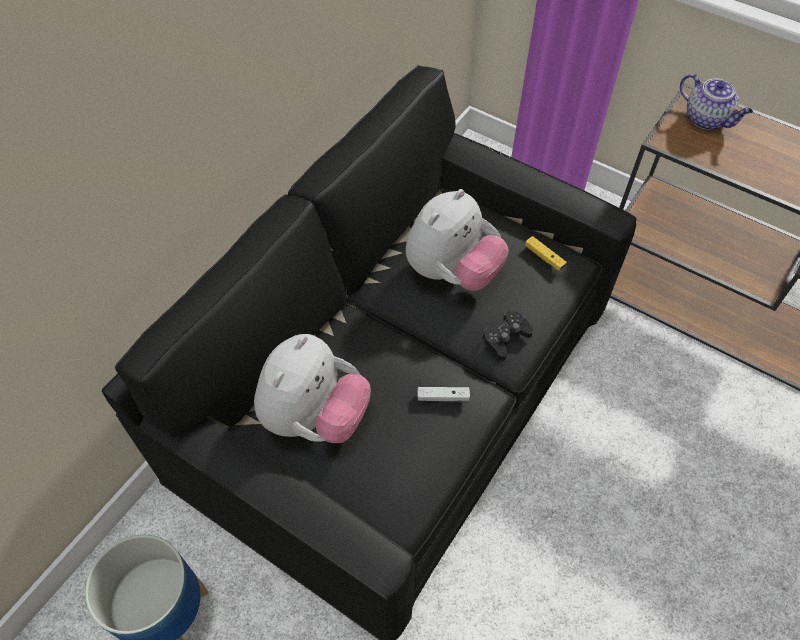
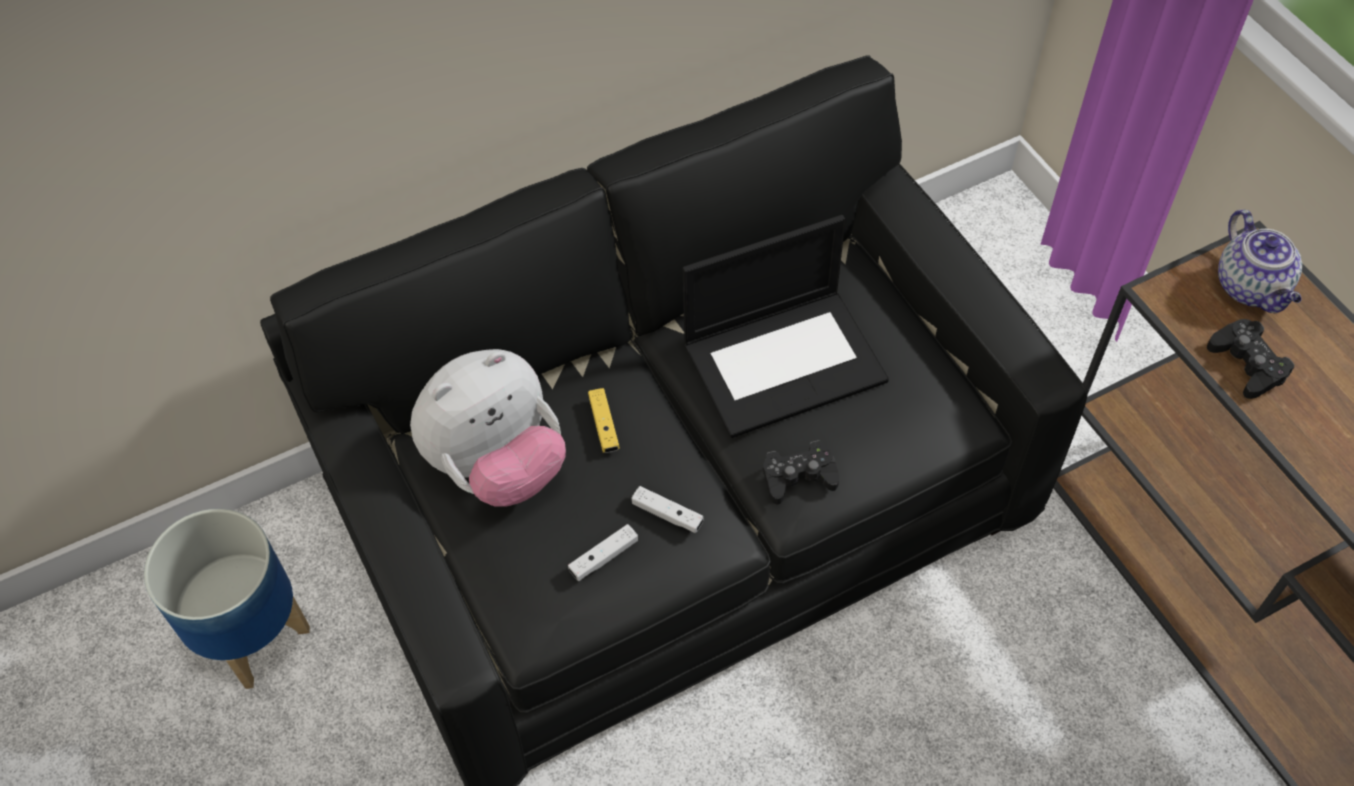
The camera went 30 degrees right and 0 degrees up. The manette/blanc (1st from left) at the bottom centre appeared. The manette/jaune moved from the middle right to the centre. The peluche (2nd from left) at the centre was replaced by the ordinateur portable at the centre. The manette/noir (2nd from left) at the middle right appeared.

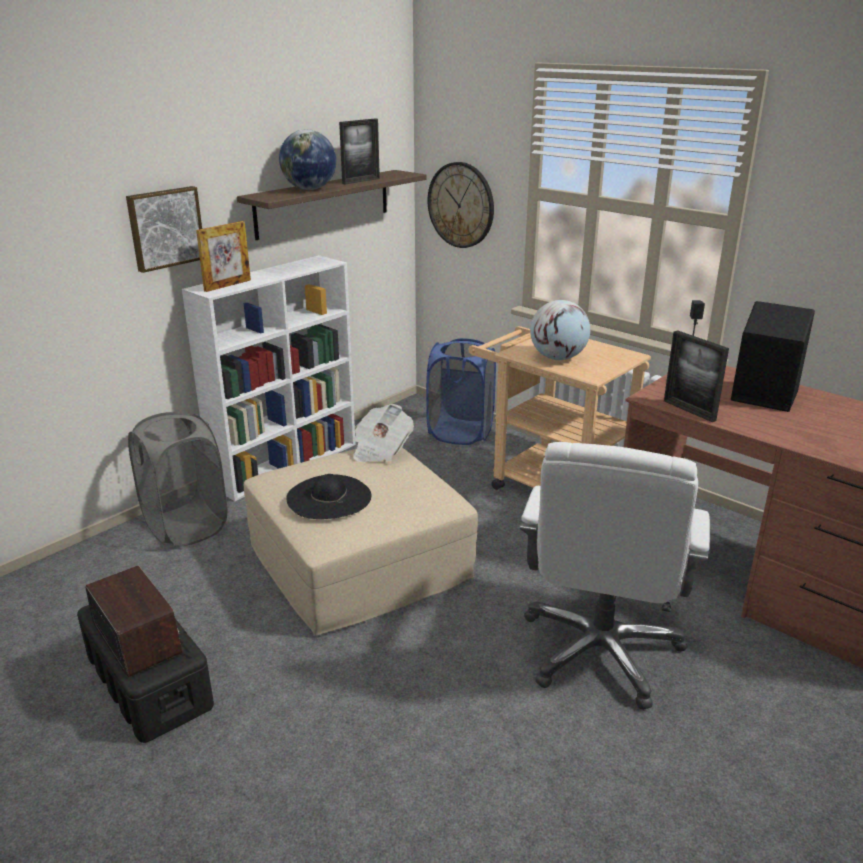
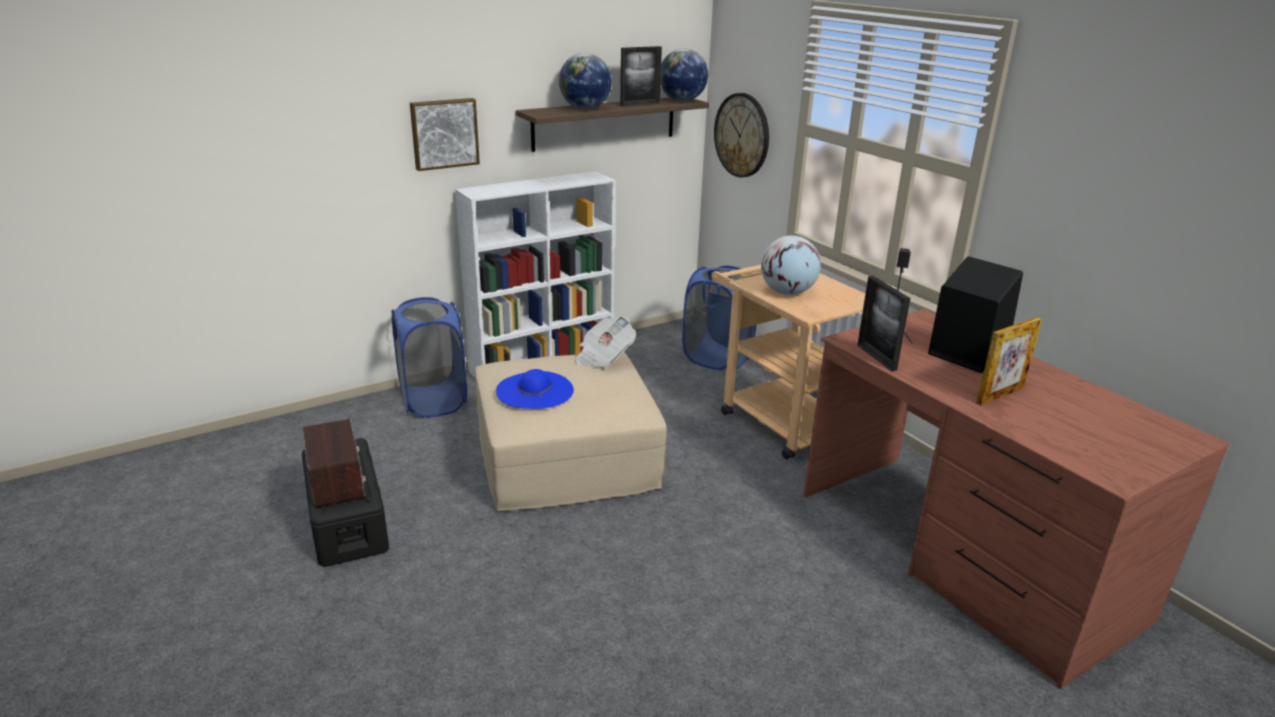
The camera went 15 degrees right and 0 degrees up. The panier à linge/gris at the middle left became the panier à linge/bleu (1st from left) at the centre. The chapeau/noir at the centre became the chapeau/bleu at the centre. The globe (2nd from left) at the top centre appeared. The cadre photo (1st from left in the first image) moved from the top left to the middle right. The chaise de bureau/blanc at the bottom right disappeared.

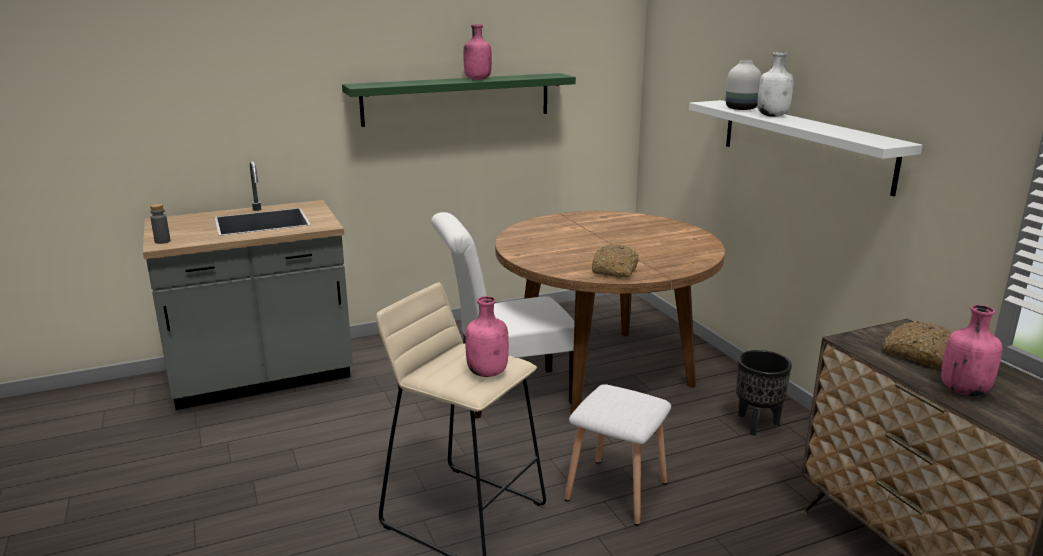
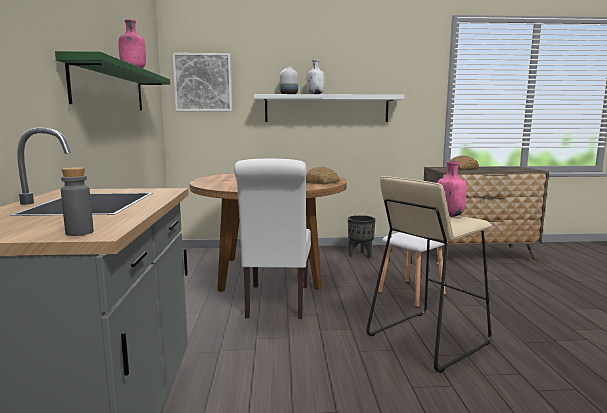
The camera went 70 degrees left and 10 degrees down. The tableau at the top left appeared. The bouteille/rose (3rd from left) at the middle right disappeared.

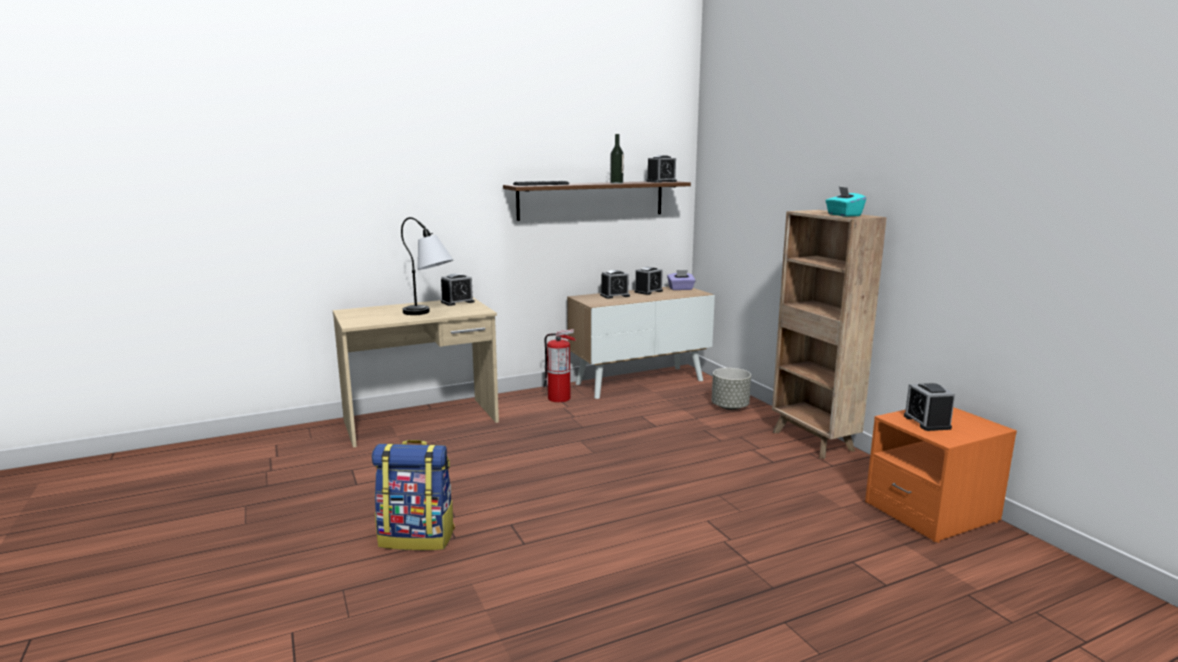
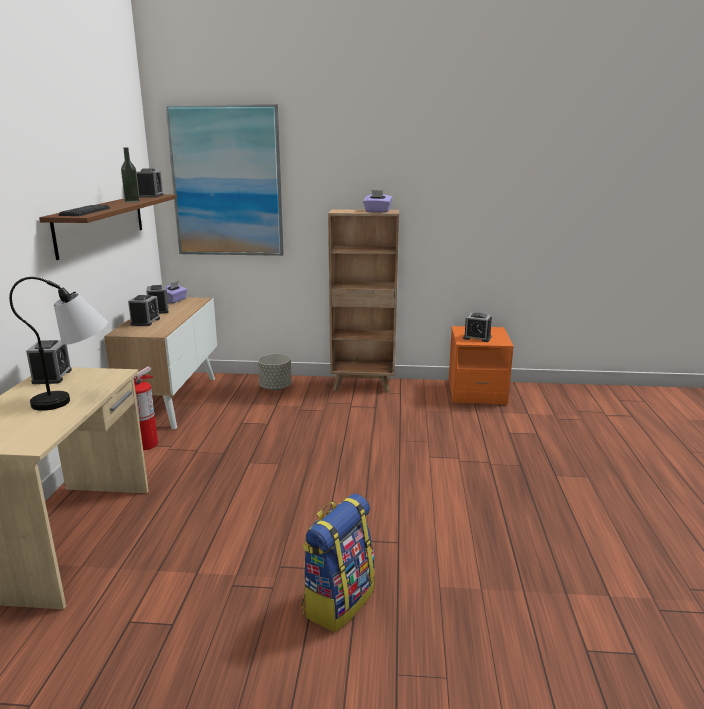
The camera went 60 degrees left and 5 degrees up. The tableau at the top left appeared. The boîte à mouchoirs/turquoise at the top right became the boîte à mouchoirs/violet (2nd from left) at the top centre.

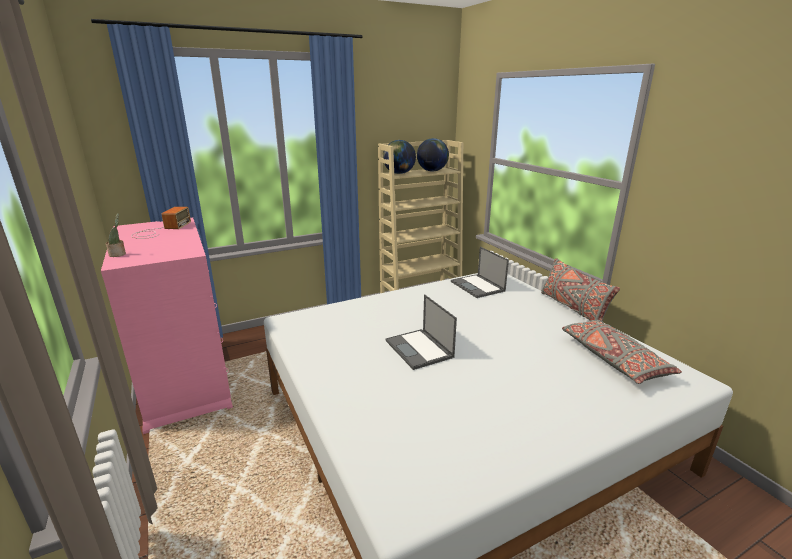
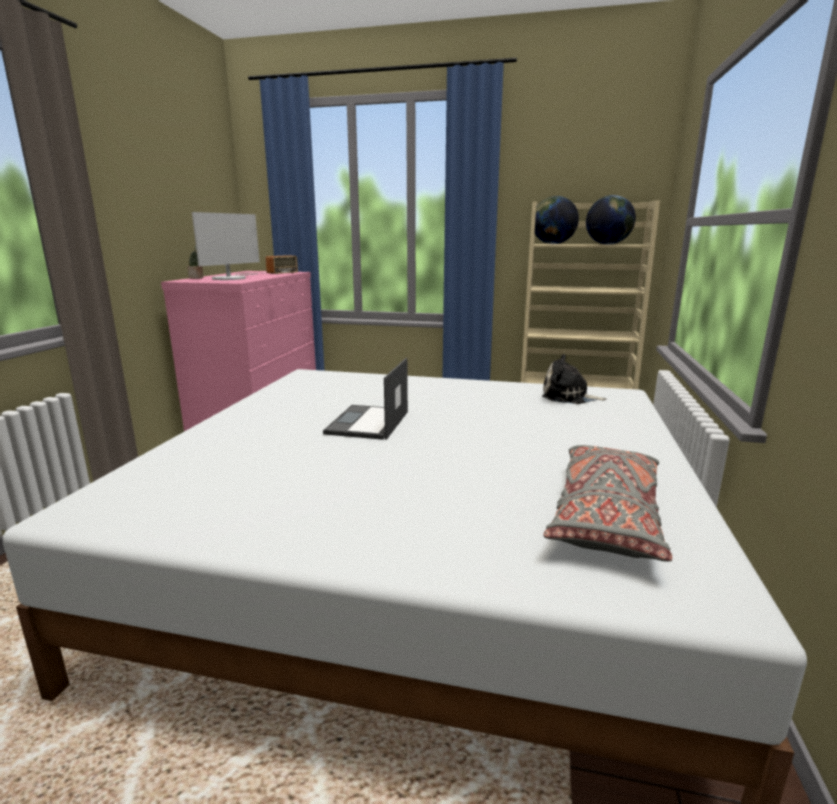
The camera went 40 degrees right and 5 degrees down. The écran d'ordinateur at the top left appeared. The ordinateur portable (2nd from left) at the centre was replaced by the peluche at the middle right. The coussin/gris (1st from left) at the middle right disappeared.

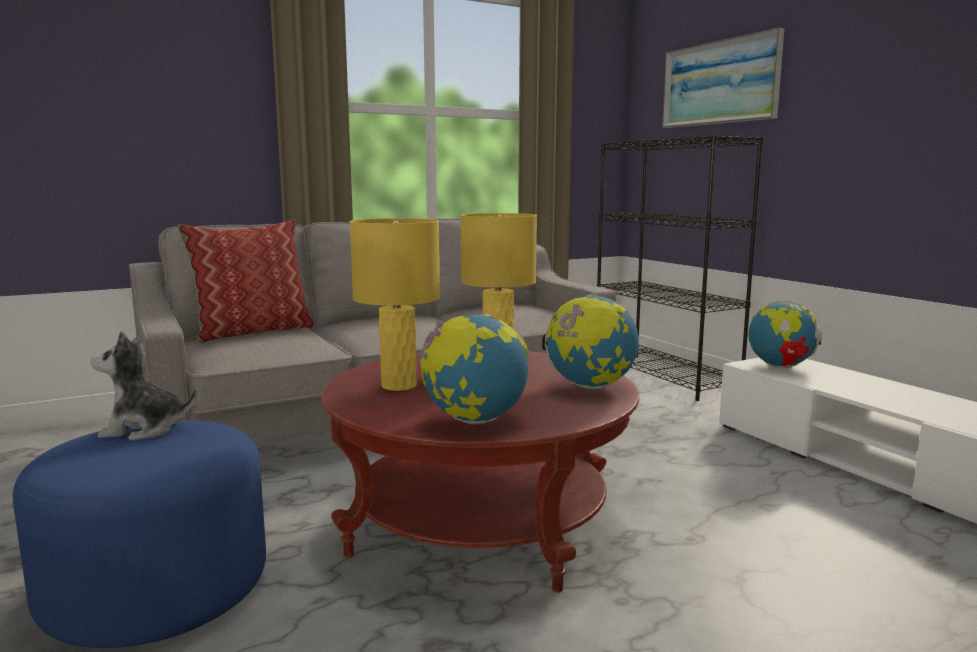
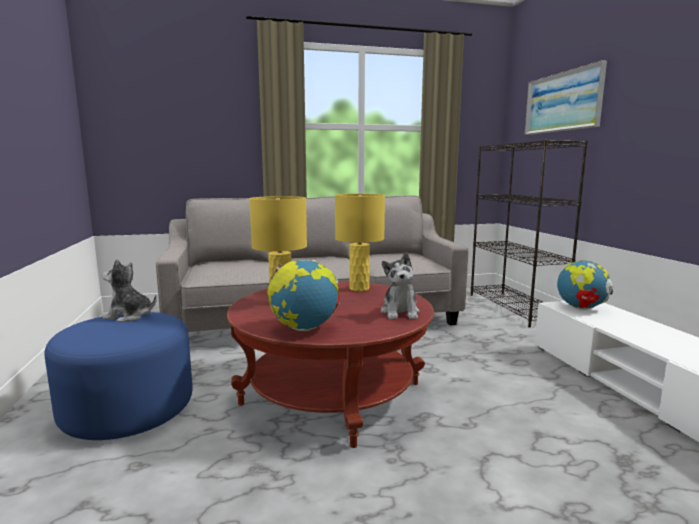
The camera went 15 degrees right and 0 degrees up. The globe (2nd from left) at the centre was replaced by the peluche (2nd from left) at the centre. The coussin at the middle left disappeared.

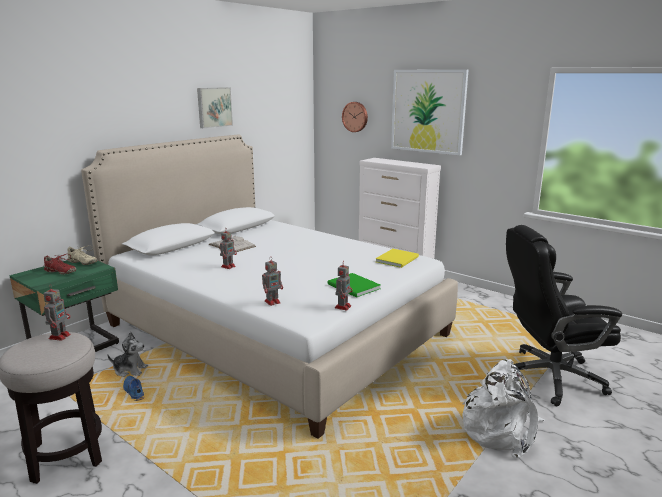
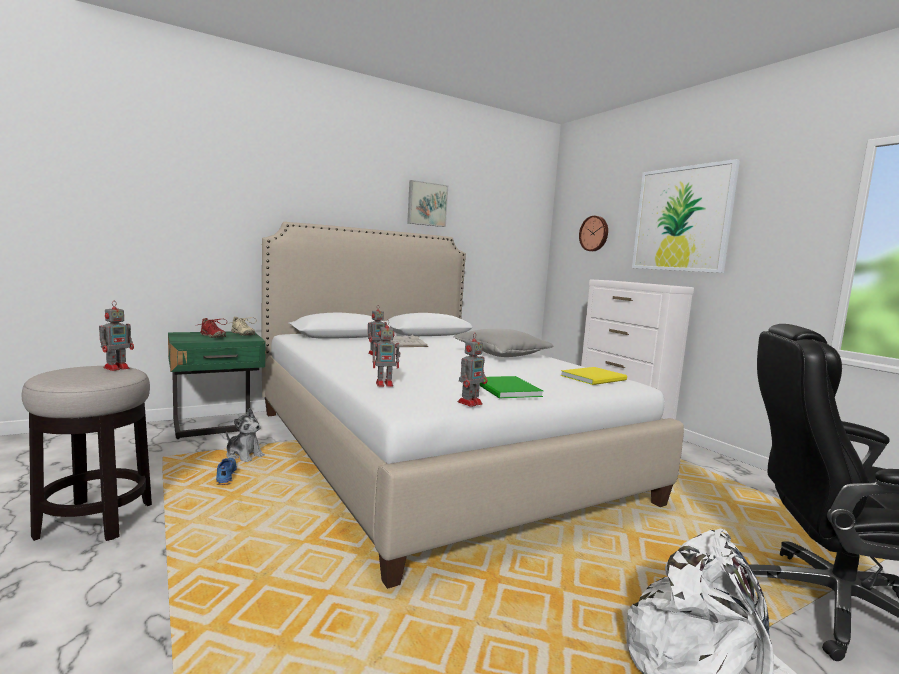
The camera went 20 degrees right and 10 degrees down. The coussin/gris at the centre appeared.

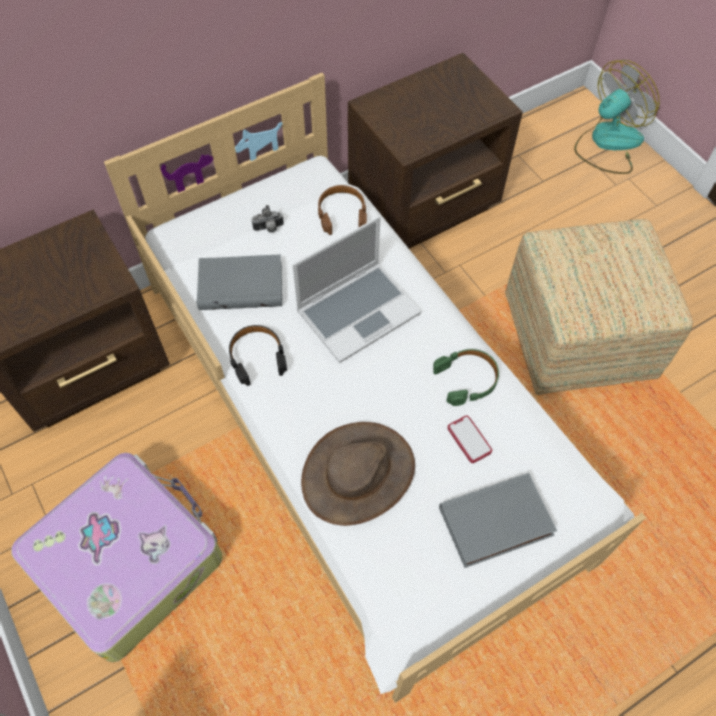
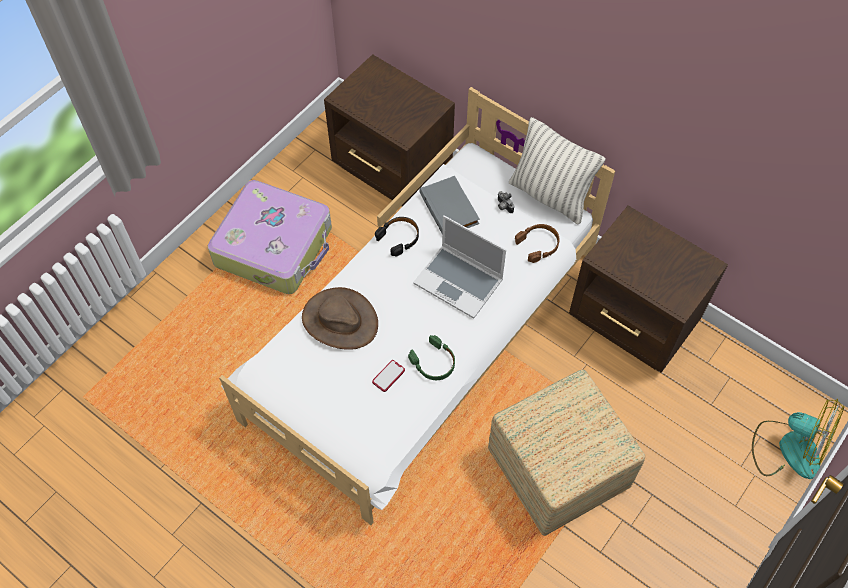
The camera went 70 degrees right and 0 degrees up. The coussin at the top centre appeared. The livre/gris (2nd from left) at the bottom right disappeared.

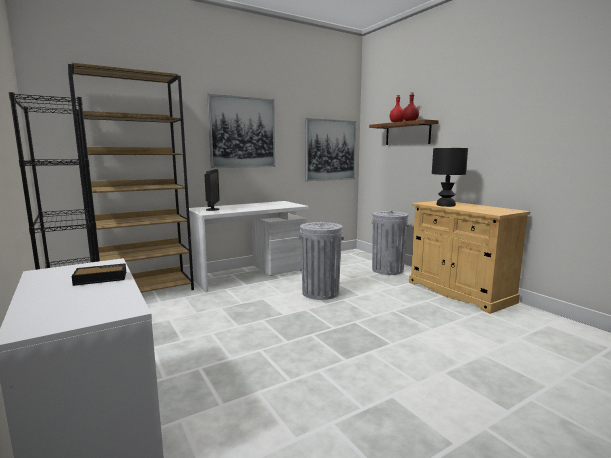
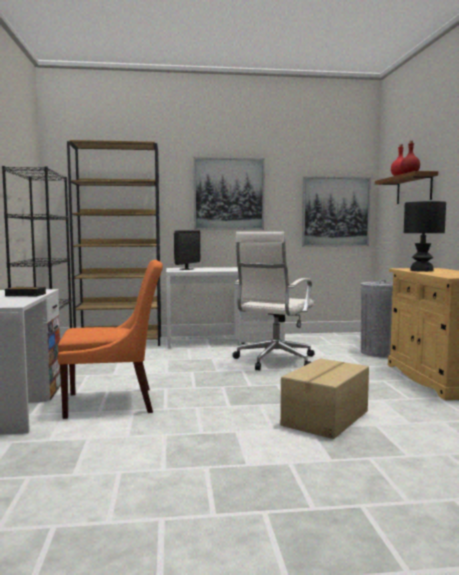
The camera went 25 degrees right and 5 degrees down. The chaise/orange at the middle left appeared. The poubelle/gris (1st from left) at the centre was replaced by the chaise de bureau/blanc at the centre. The carton at the bottom right appeared.

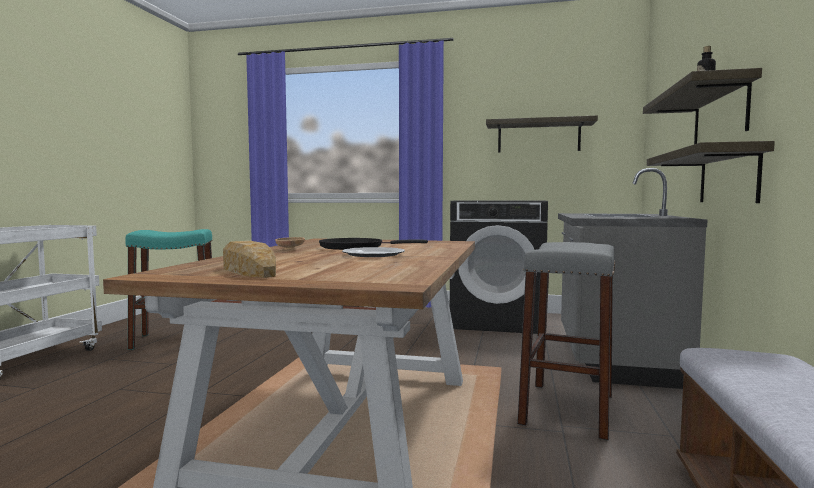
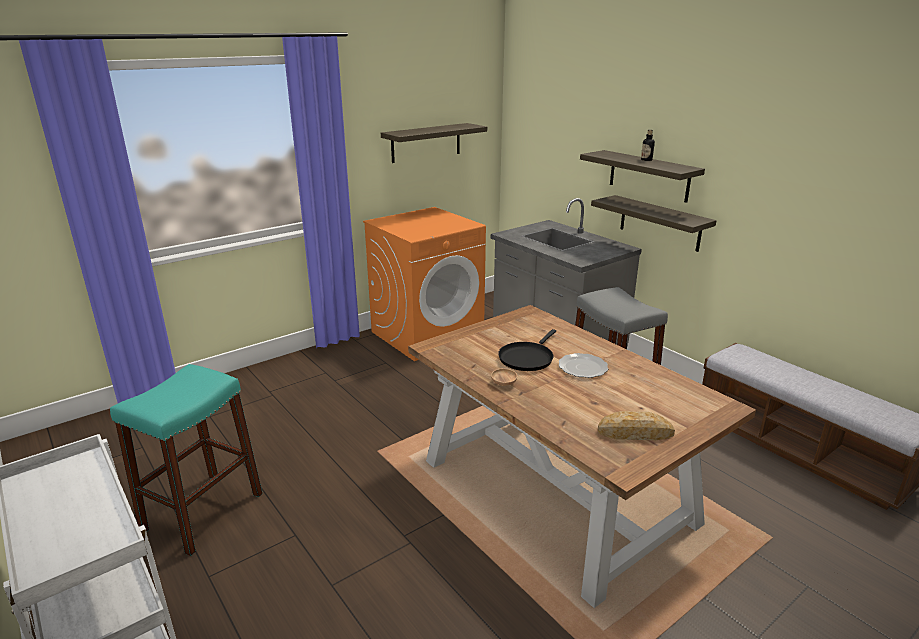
The camera went 50 degrees left and 20 degrees up. The lave-linge/noir at the centre became the lave-linge/orange at the centre.

